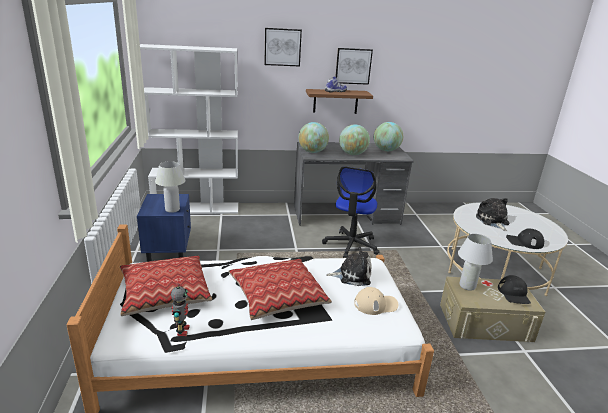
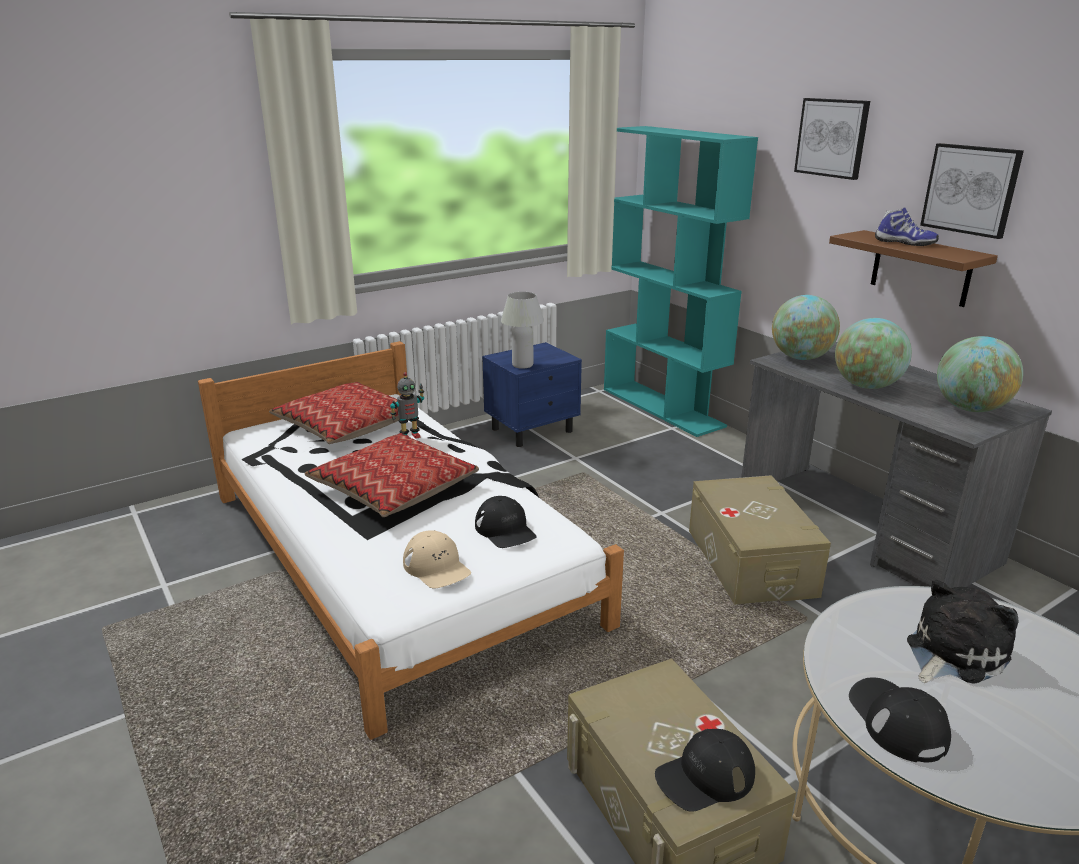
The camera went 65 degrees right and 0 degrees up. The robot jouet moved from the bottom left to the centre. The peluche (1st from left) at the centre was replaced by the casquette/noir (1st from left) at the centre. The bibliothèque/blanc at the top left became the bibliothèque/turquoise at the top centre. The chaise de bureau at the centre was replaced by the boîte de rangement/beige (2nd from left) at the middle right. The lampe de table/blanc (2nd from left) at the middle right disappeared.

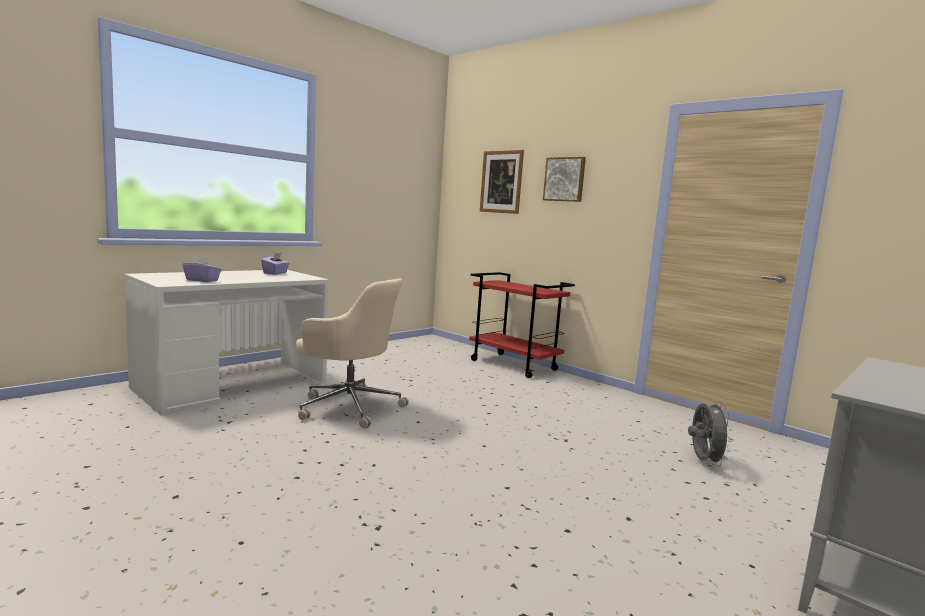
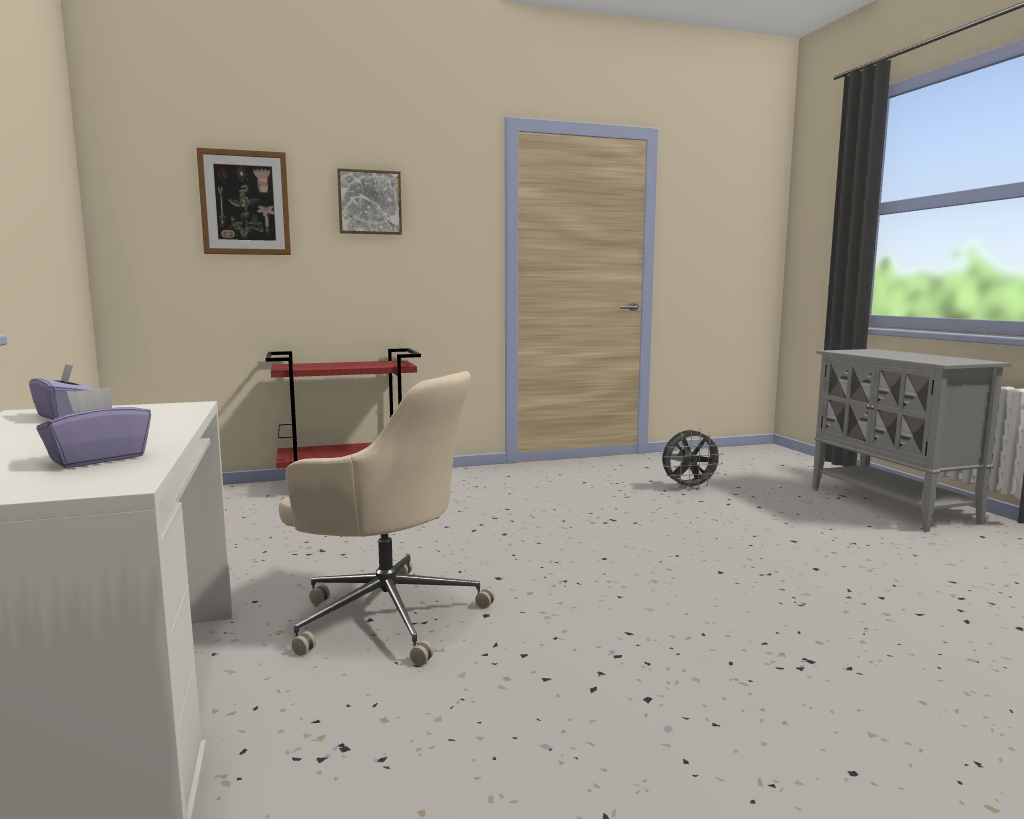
The camera went 60 degrees left and 0 degrees up. The chaise de bureau/beige at the centre turned 60 degrees clockwise. The ventilateur/gris at the bottom right turned 135 degrees clockwise.

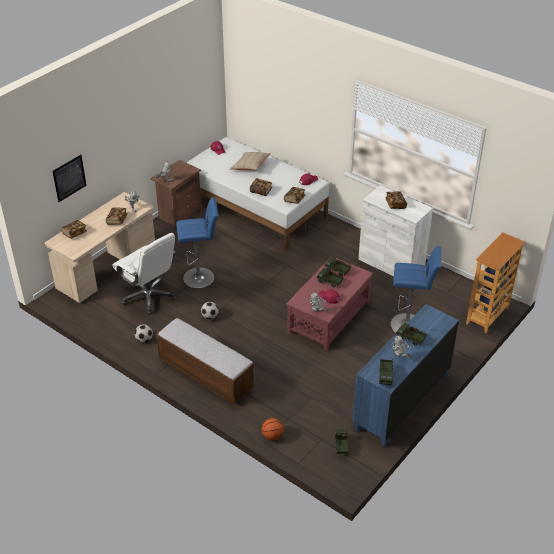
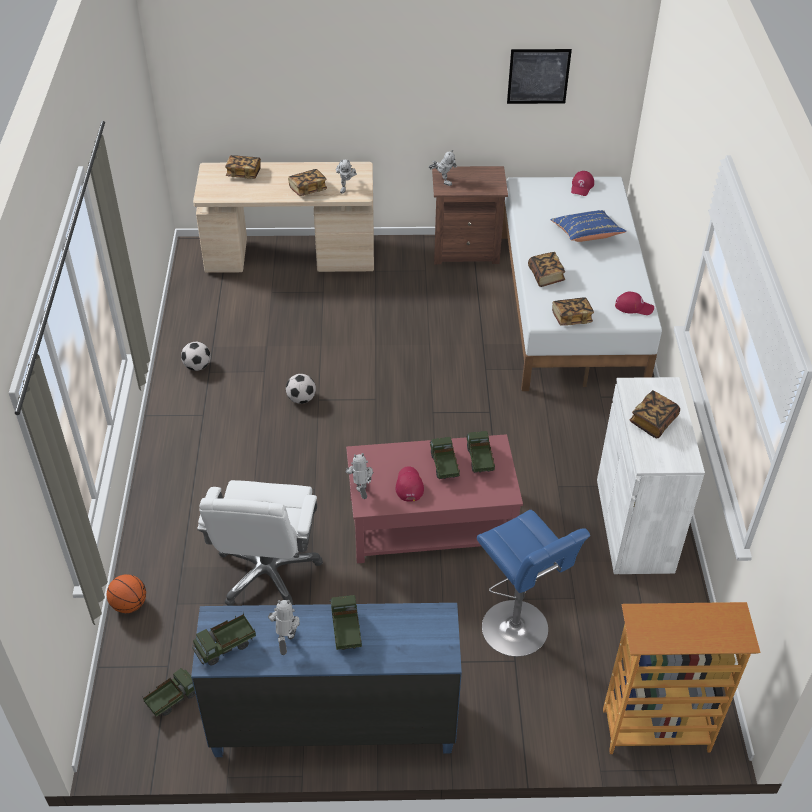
The camera went 50 degrees right and 5 degrees up. The chaise de bureau/blanc moved from the middle left to the bottom left. The tableau moved from the top left to the top centre. The coussin/beige at the top centre became the coussin/bleu at the top right. The banc at the centre disappeared. The tabouret/bleu (1st from left) at the centre disappeared.

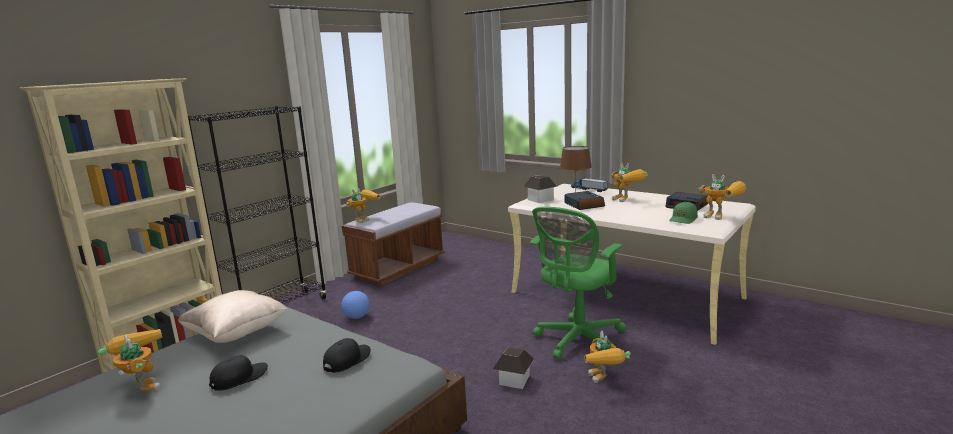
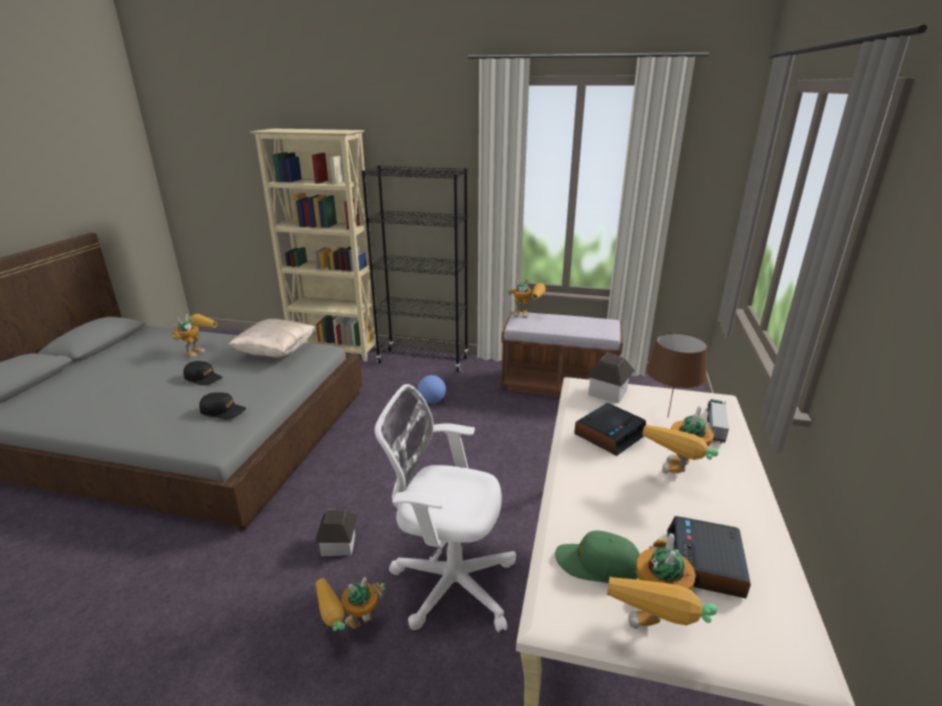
The camera went 65 degrees right and 10 degrees up. The chaise de bureau/vert at the centre became the chaise de bureau/blanc at the bottom centre.

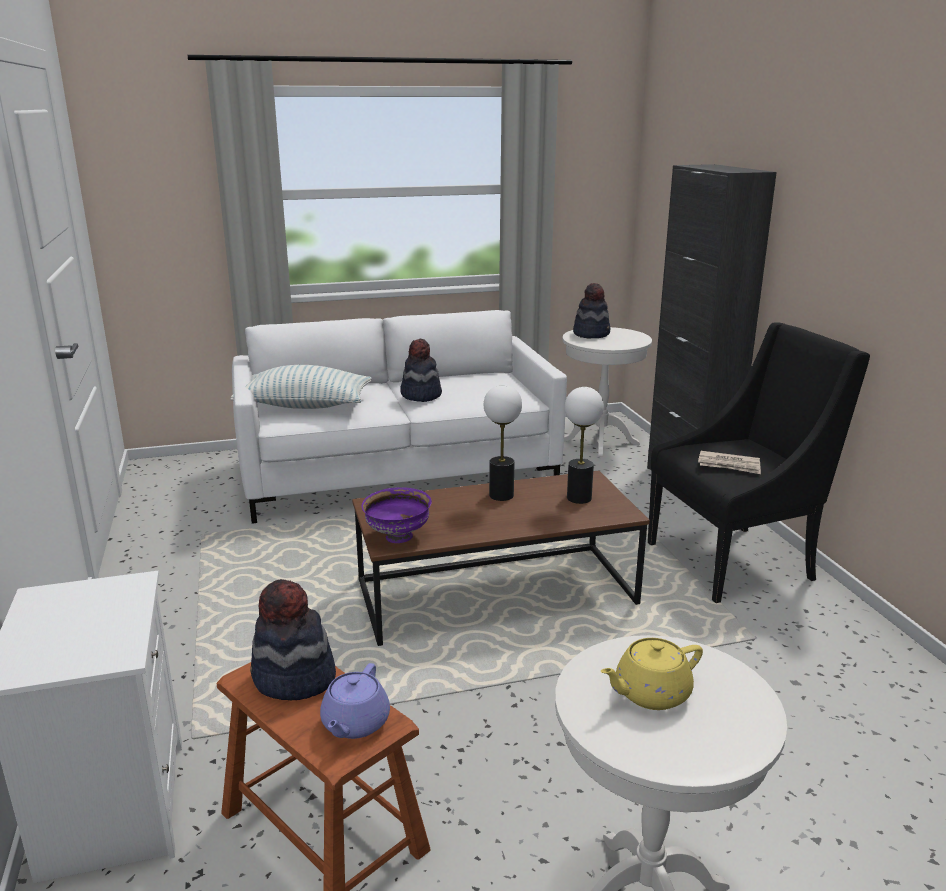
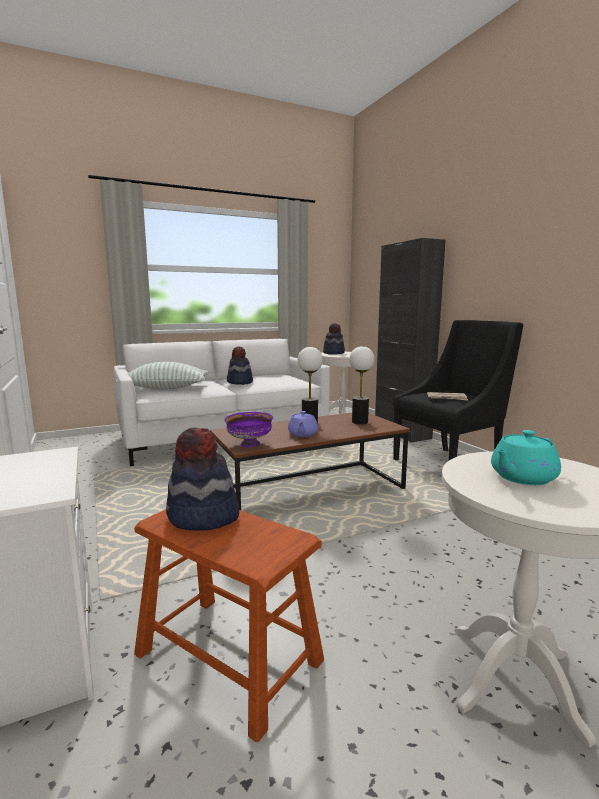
The camera went 10 degrees left and 10 degrees down. The théière/violet moved from the bottom centre to the centre. The théière/jaune at the bottom right became the théière/turquoise at the middle right.

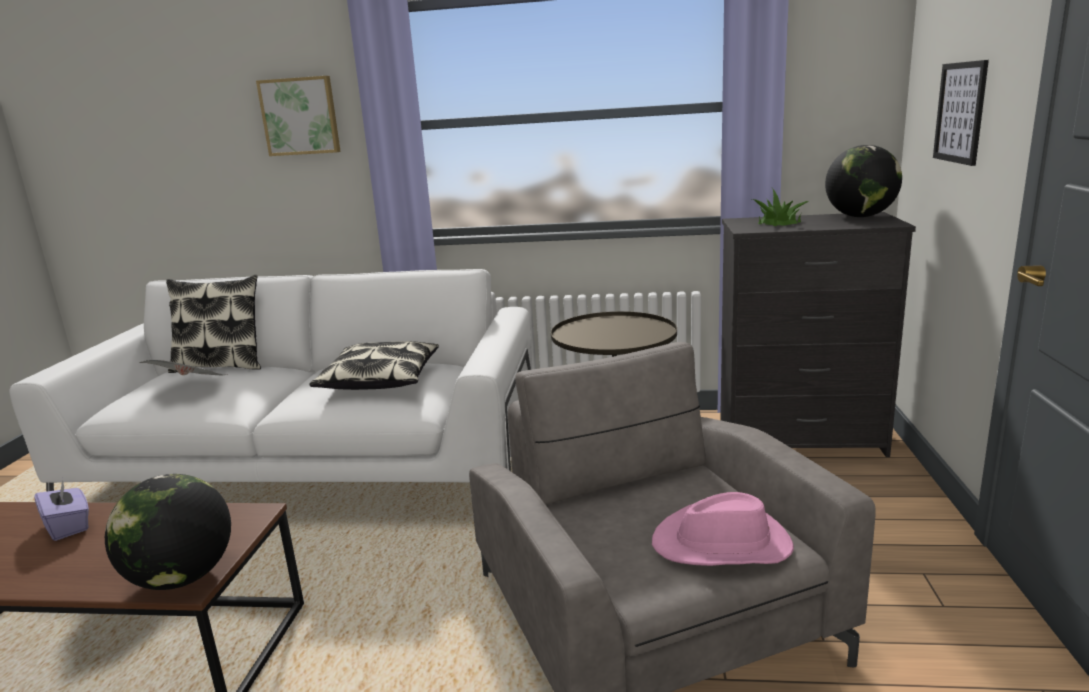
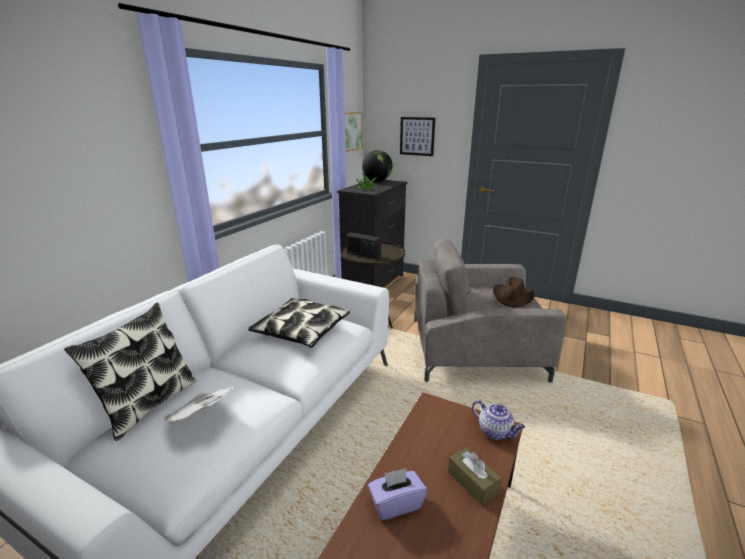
The camera went 70 degrees left and 5 degrees up. The tableau (1st from left) moved from the top left to the top centre. The radio at the centre appeared. The boîte à mouchoirs/marron at the bottom centre appeared. The globe (1st from left) at the bottom left was replaced by the théière at the bottom right. The chapeau/rose at the bottom centre became the chapeau/marron at the middle right.

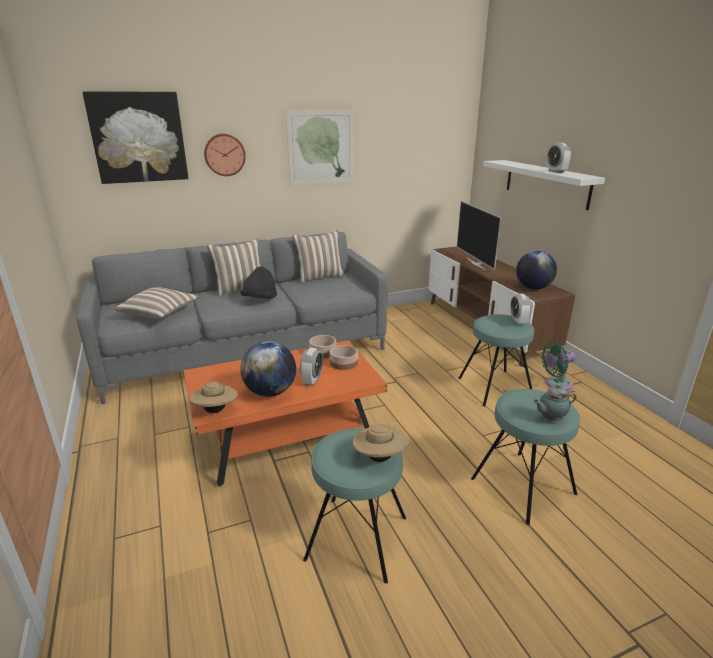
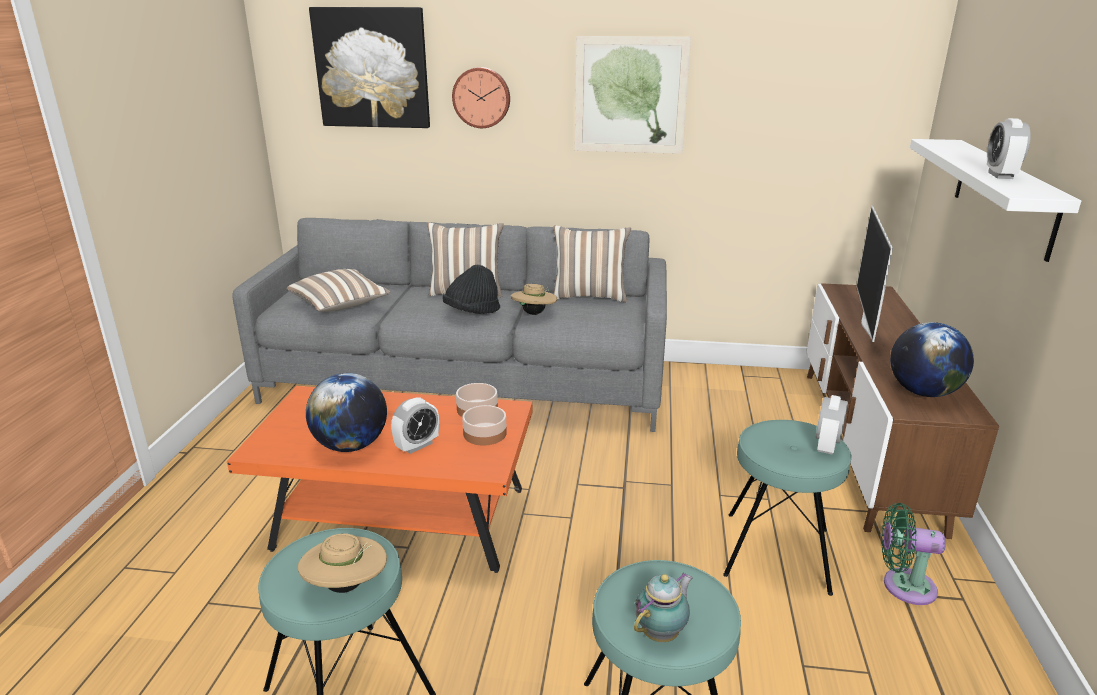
The camera went 30 degrees right and 0 degrees up. The chapeau/beige (1st from left in the first image) moved from the middle left to the centre. The théière at the middle right turned 120 degrees clockwise.

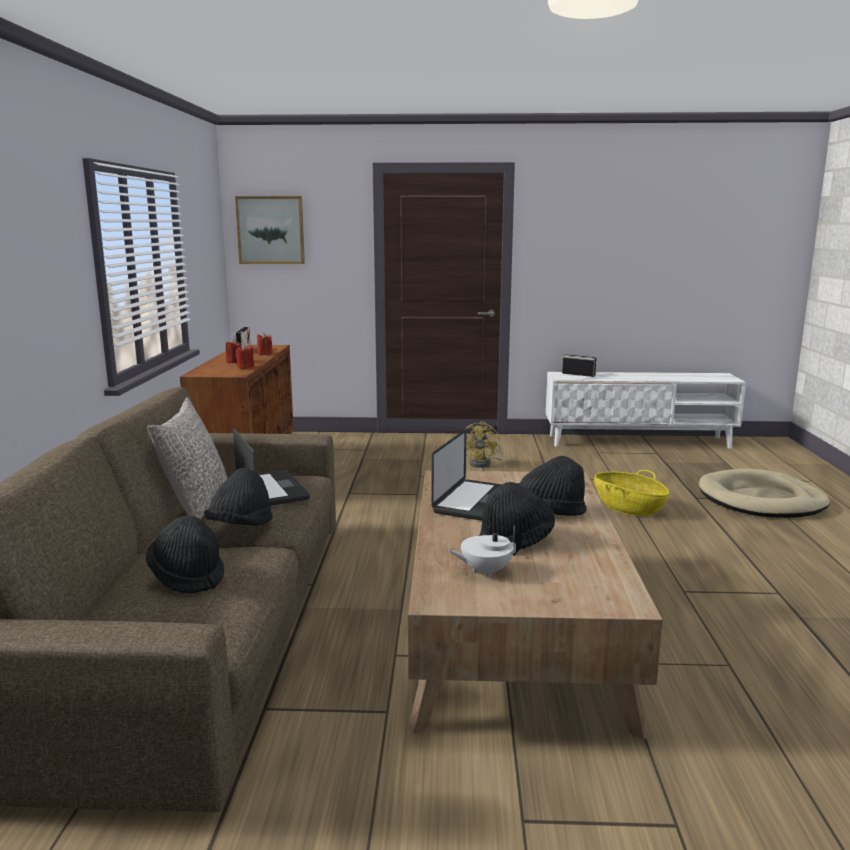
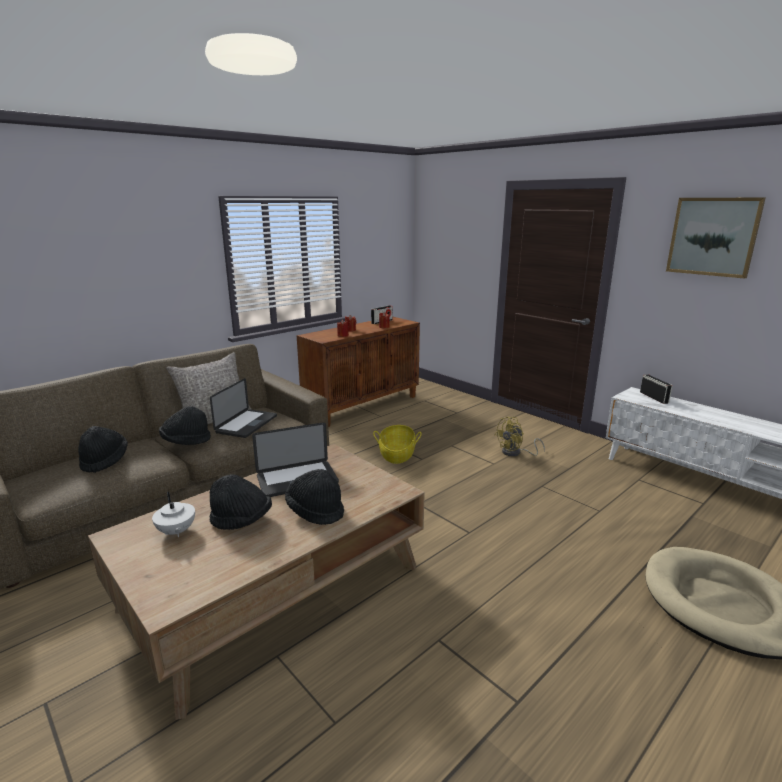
The camera went 45 degrees right and 5 degrees up. The théière/blanc at the centre turned 150 degrees counterclockwise. The panier moved from the middle right to the centre. The tableau moved from the top left to the top right.

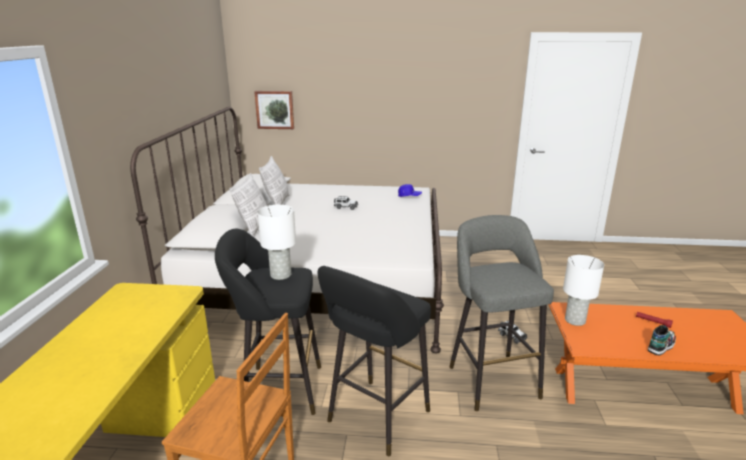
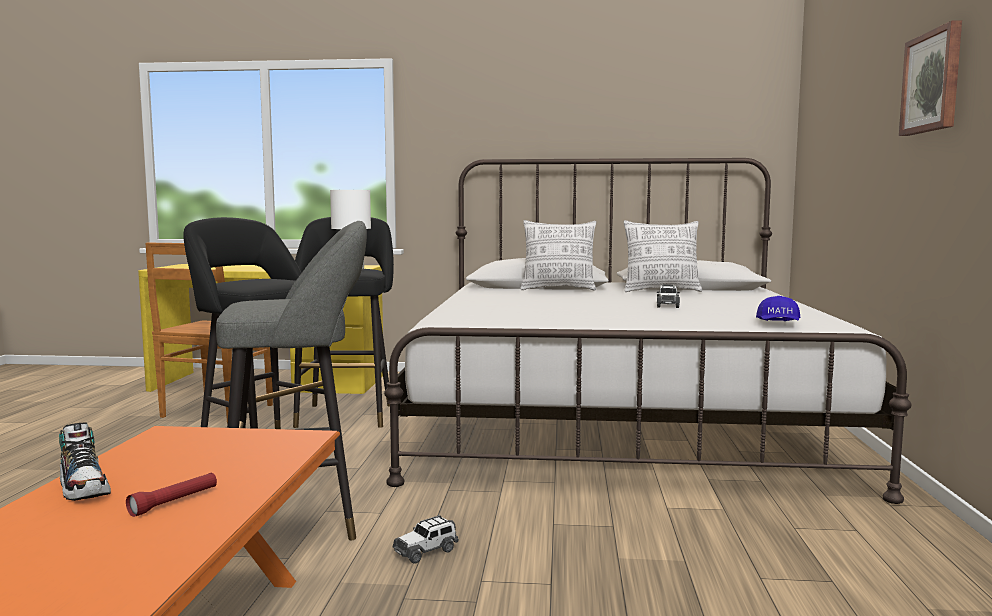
The camera went 90 degrees right and 15 degrees down. The tableau moved from the top centre to the top right. The lampe de table/blanc (2nd from left) at the middle right disappeared.

